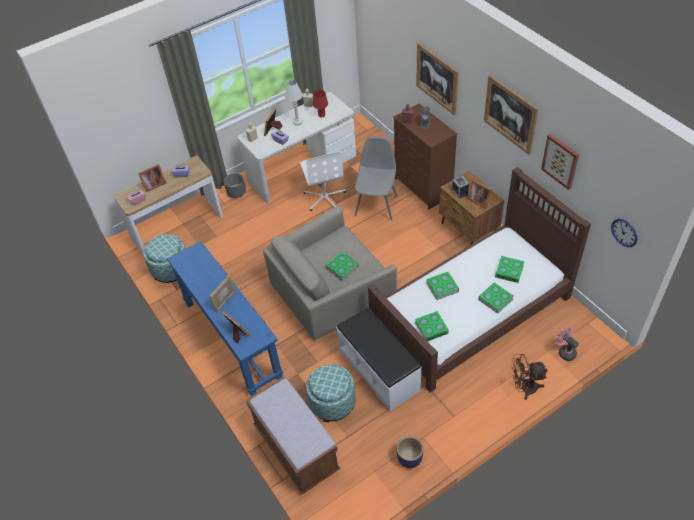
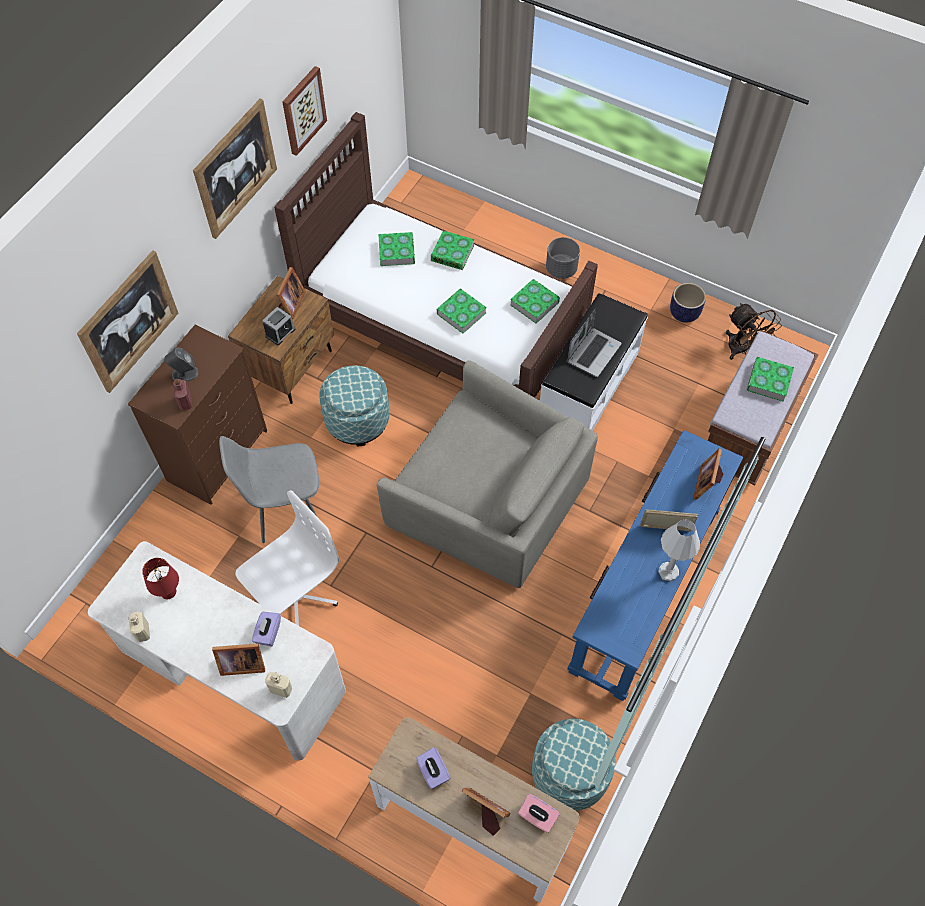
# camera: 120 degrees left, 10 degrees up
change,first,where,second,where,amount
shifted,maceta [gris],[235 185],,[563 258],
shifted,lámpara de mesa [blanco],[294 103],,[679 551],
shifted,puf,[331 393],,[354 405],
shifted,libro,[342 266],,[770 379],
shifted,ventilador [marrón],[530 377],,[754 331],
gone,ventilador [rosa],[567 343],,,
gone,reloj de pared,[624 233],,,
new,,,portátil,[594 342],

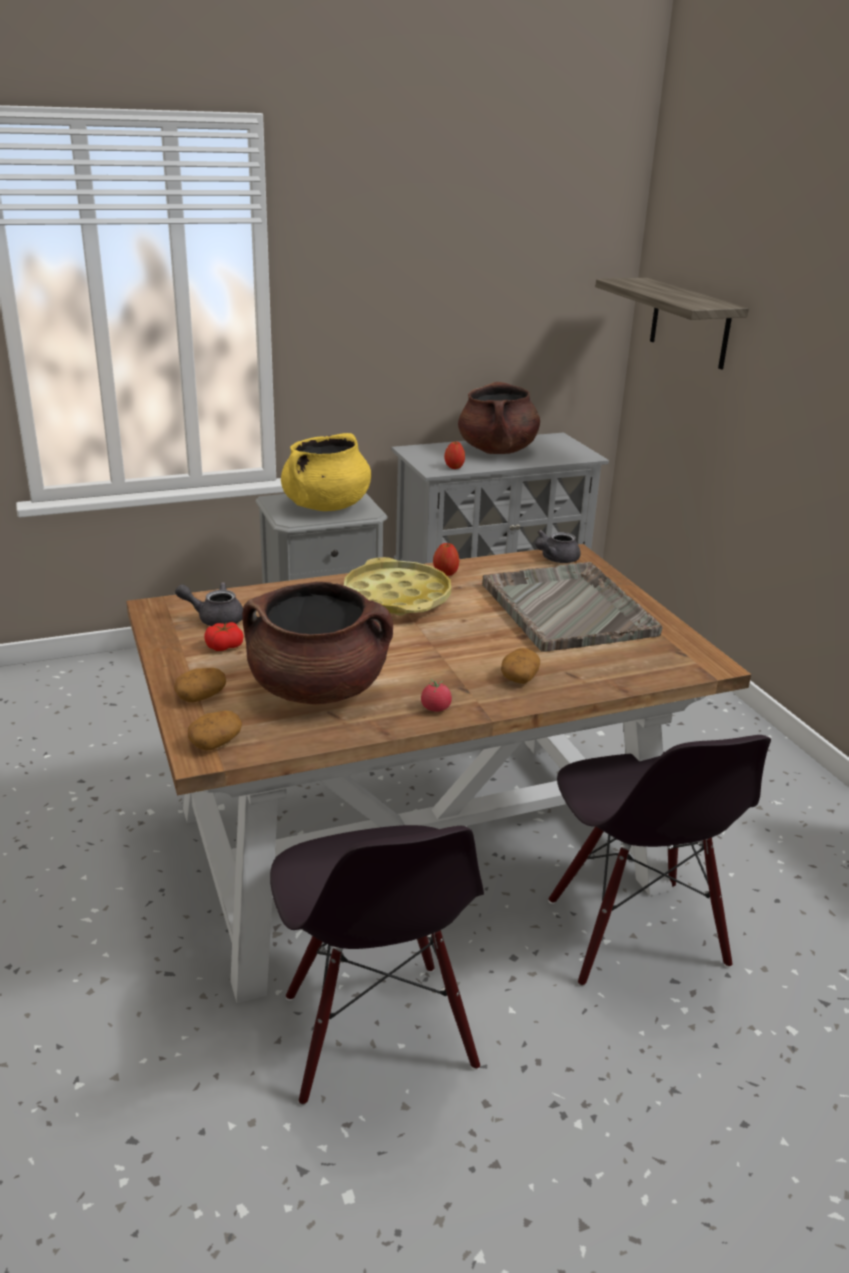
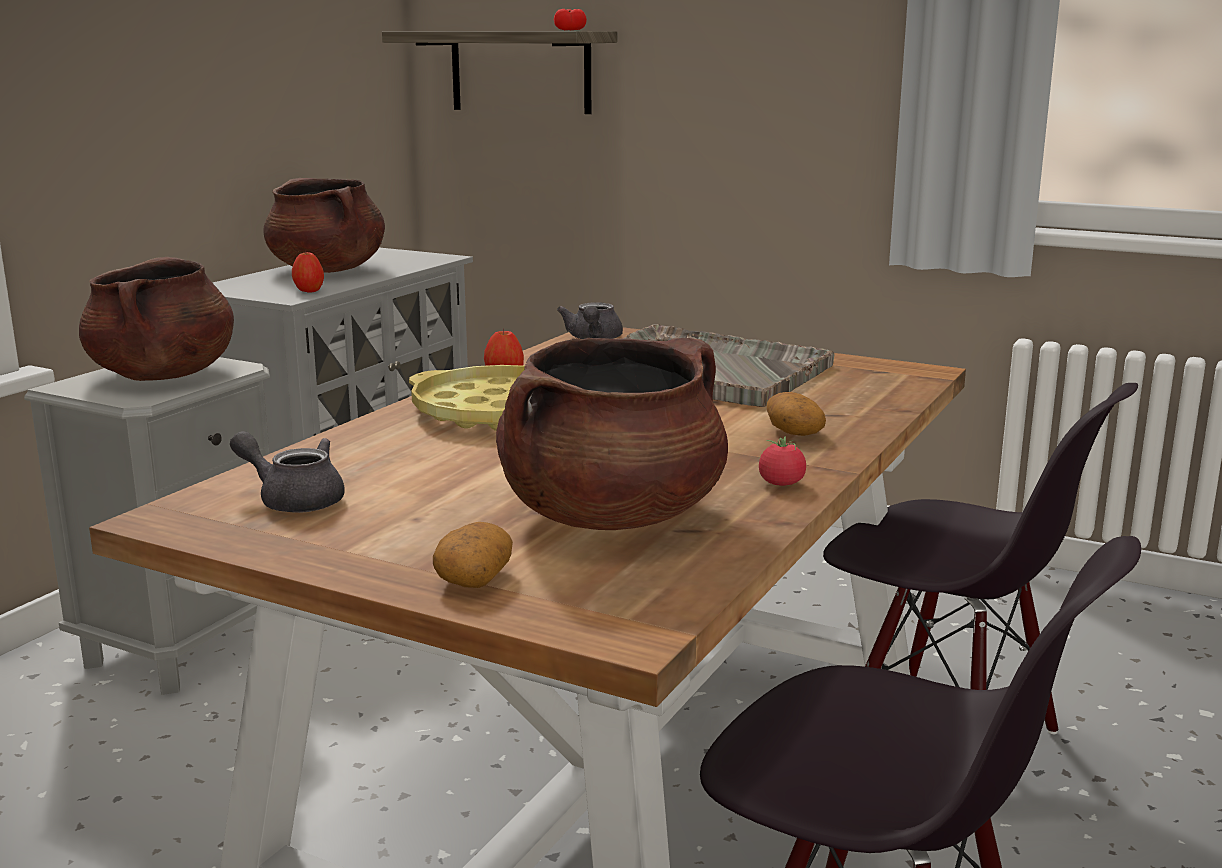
# camera: 40 degrees left, 10 degrees down
change,first,where,second,where,amount
rotated,tetera [gris],[209 604],,[287 472],60 degrees clockwise
gone,patata,[215 730],,,
shifted,tomate,[223 636],,[570 19],
repainted,olla [amarillo],[326 472],olla [marrón],[156 319],

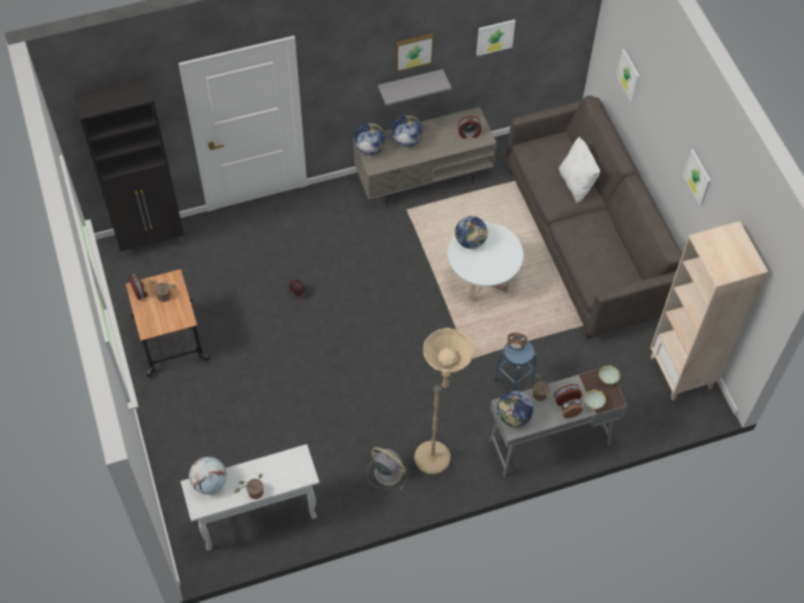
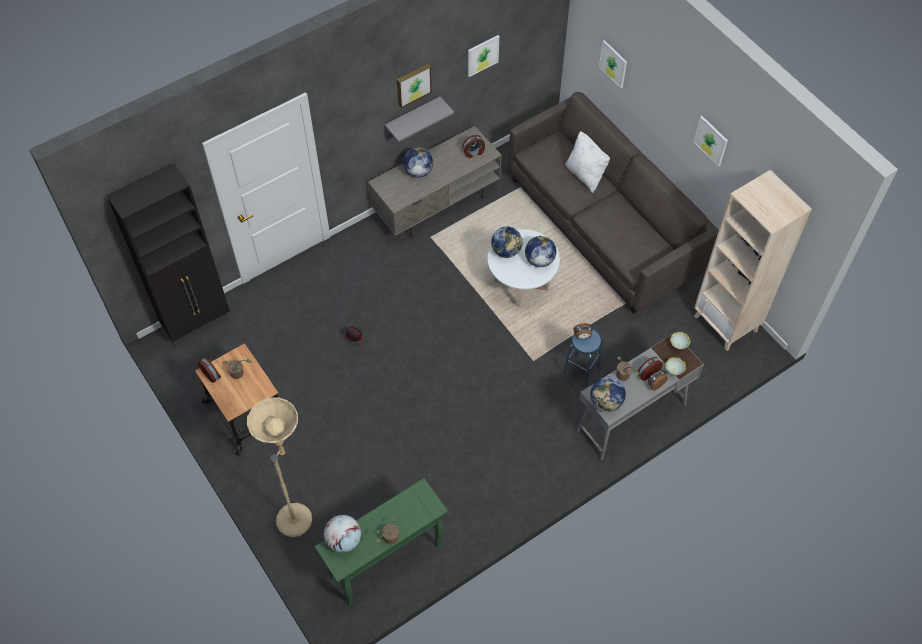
# camera: 15 degrees left, 0 degrees up
change,first,where,second,where,amount
repainted,mesa consola [blanco],[249 497],mesa consola [verde],[381 542],
shifted,globo terráqueo,[370 139],,[540 251],
gone,ventilador [gris],[387 468],,,
shifted,lámpara de pie [beis],[444 401],,[279 467],

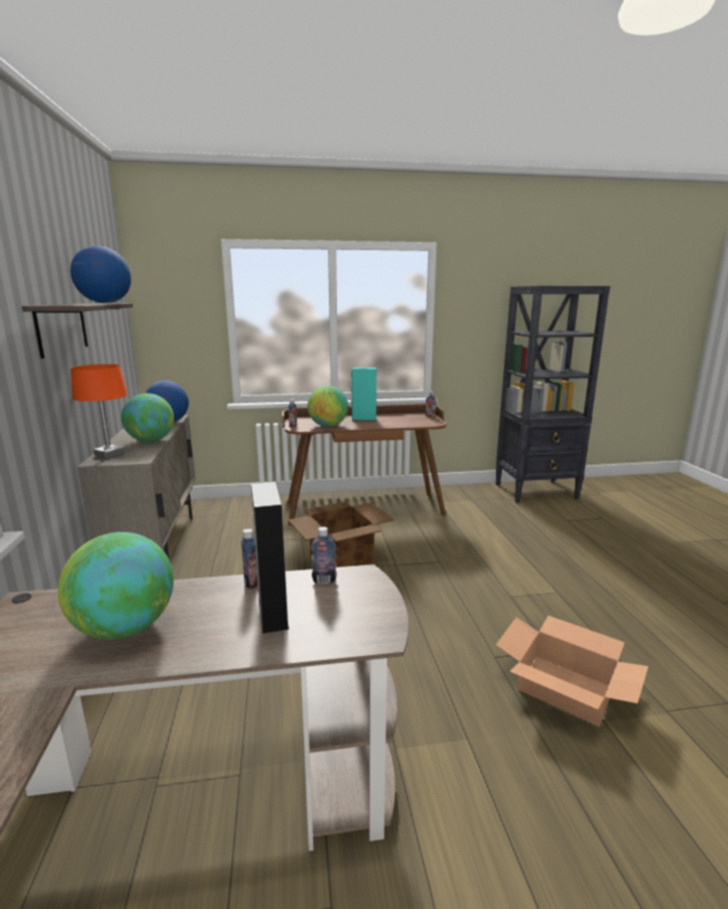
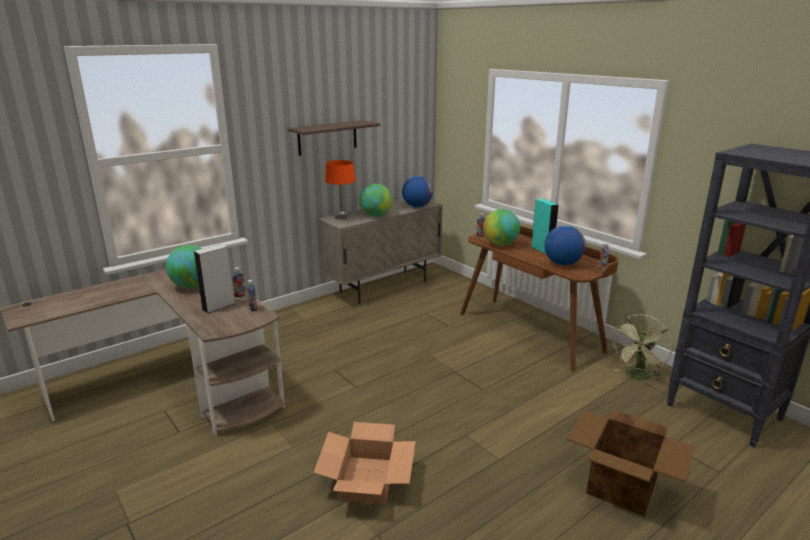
# camera: 60 degrees right, 5 degrees up
change,first,where,second,where,amount
shifted,globo terráqueo,[100 274],,[565 245],
shifted,caja de cartón,[341 534],,[631 463],
new,,,ventilador [verde],[642 348],

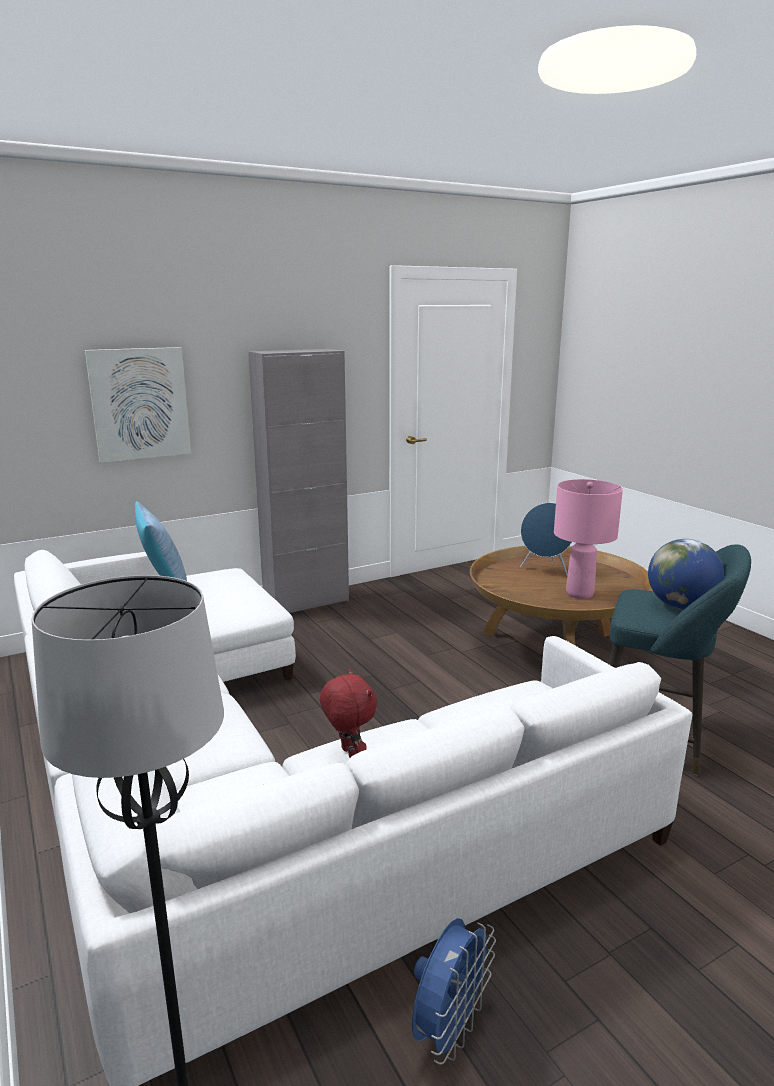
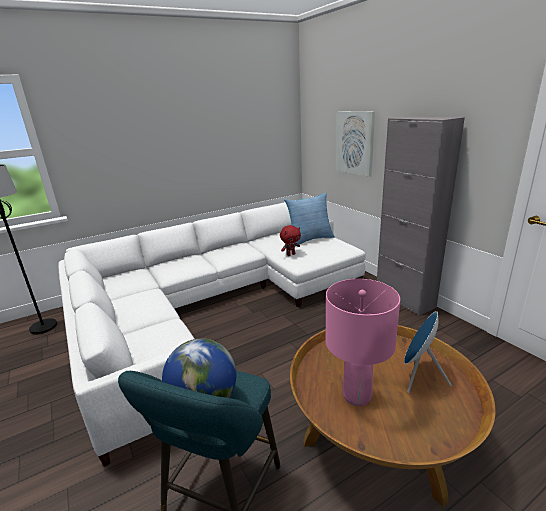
# camera: 90 degrees right, 5 degrees up
change,first,where,second,where,amount
shifted,peluche [rojo],[348 713],,[290 240],
gone,ventilador [azul],[454 991],,,

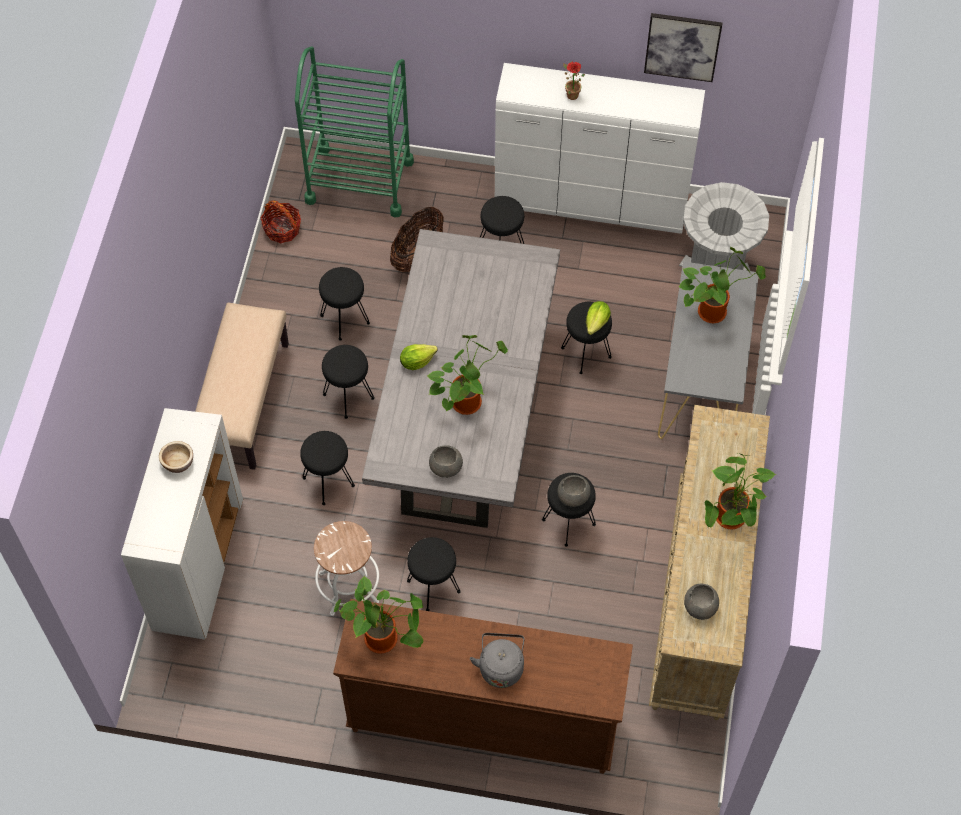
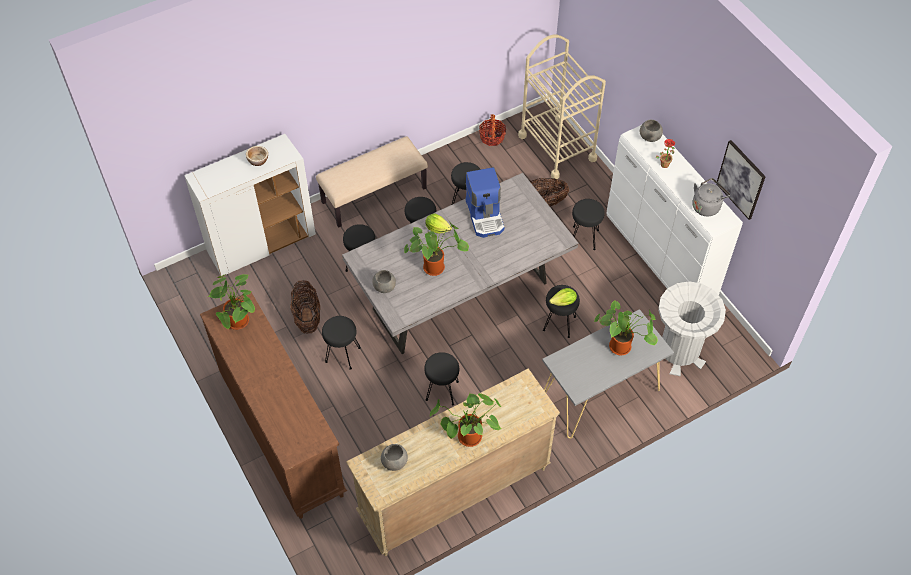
# camera: 50 degrees right, 5 degrees down
change,first,where,second,where,amount
repainted,carrito [verde],[354 132],carrito [beis],[562 107],
swapped,taburete [blanco],[346 568],cesta,[305 306],
shifted,hervidor [gris],[497 660],,[711 197],
shifted,cuenco [gris],[574 491],,[651 131],
new,,,cafetera,[484 202],

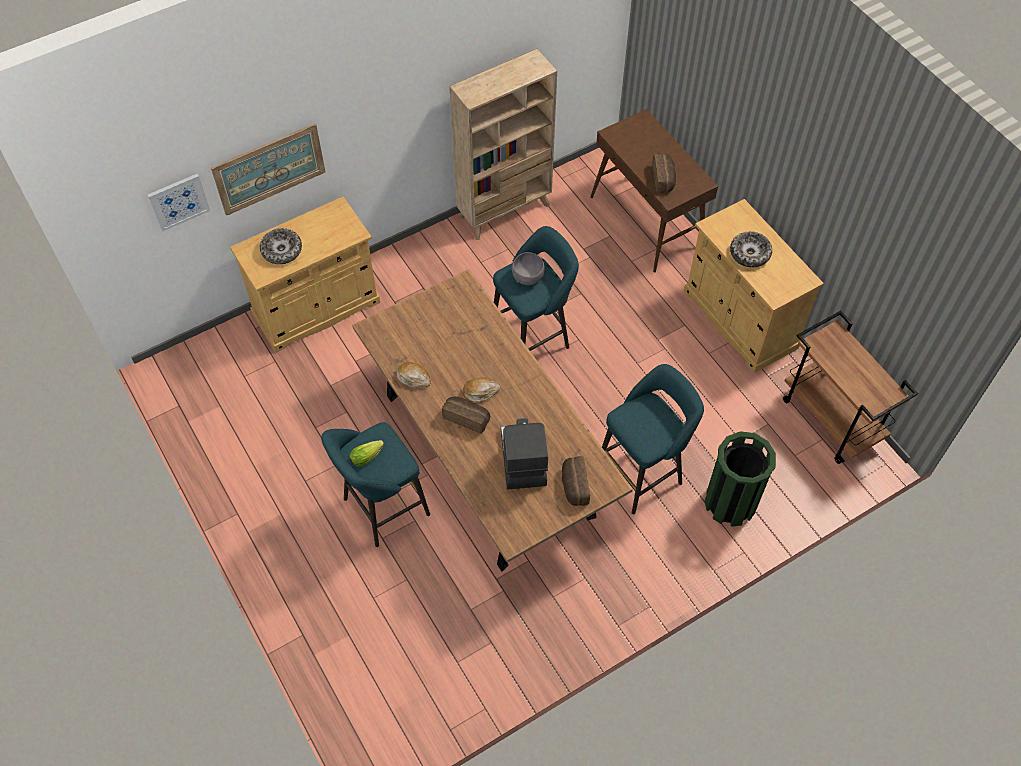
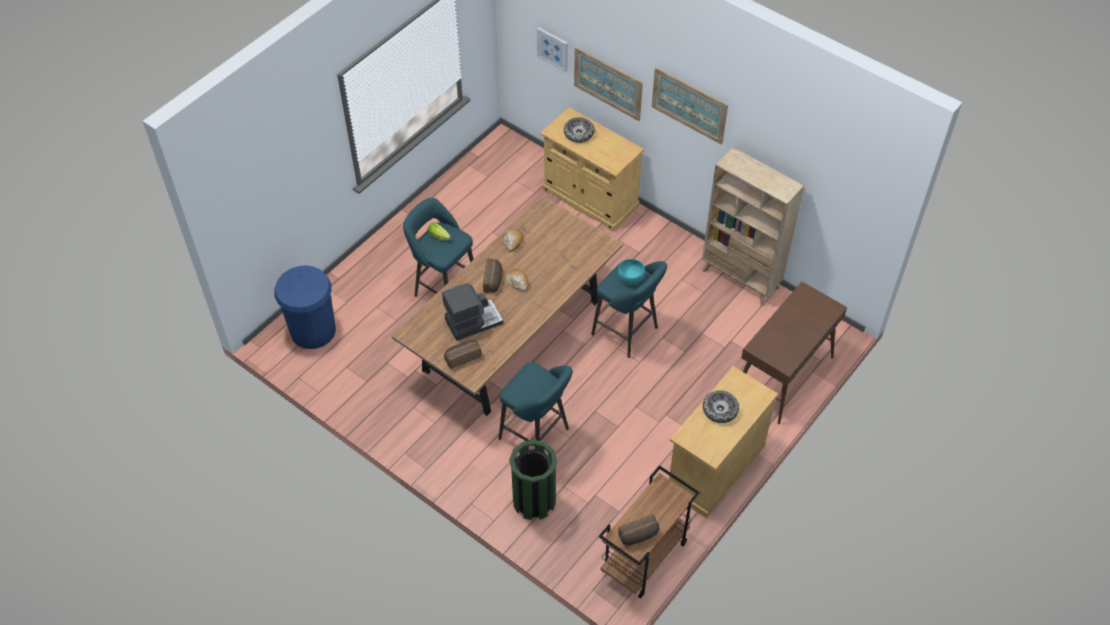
# camera: 70 degrees right, 5 degrees down
change,first,where,second,where,amount
repainted,cuenco [gris],[528 268],cuenco [turquesa],[631 272],
shifted,pan,[664 173],,[638 529],
new,,,papelera [azul],[305 307],
new,,,cuadro,[690 106],

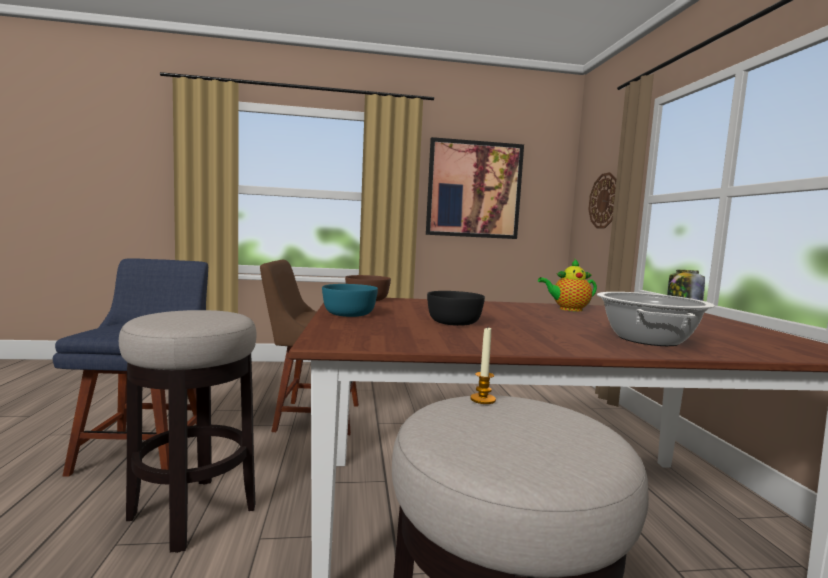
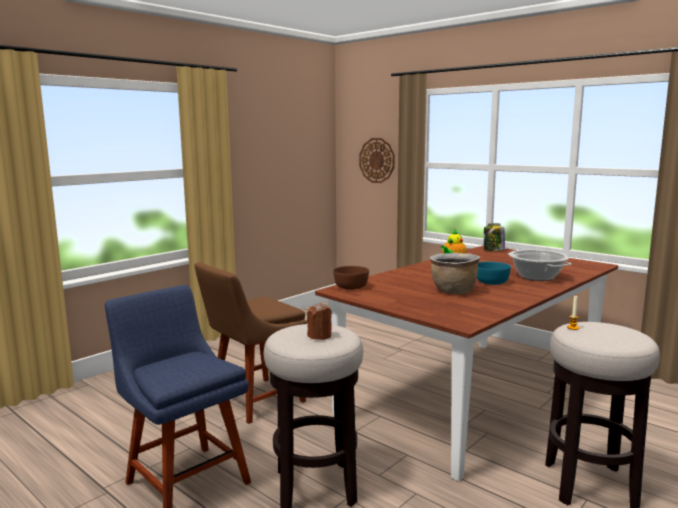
# camera: 40 degrees left, 5 degrees up
change,first,where,second,where,amount
shifted,cuenco [turquesa],[350 300],,[494 273],
gone,cuadro,[475 188],,,
swapped,cuenco [negro],[456 308],olla [marrón],[455 273],
new,,,vela [marrón],[319 321],

